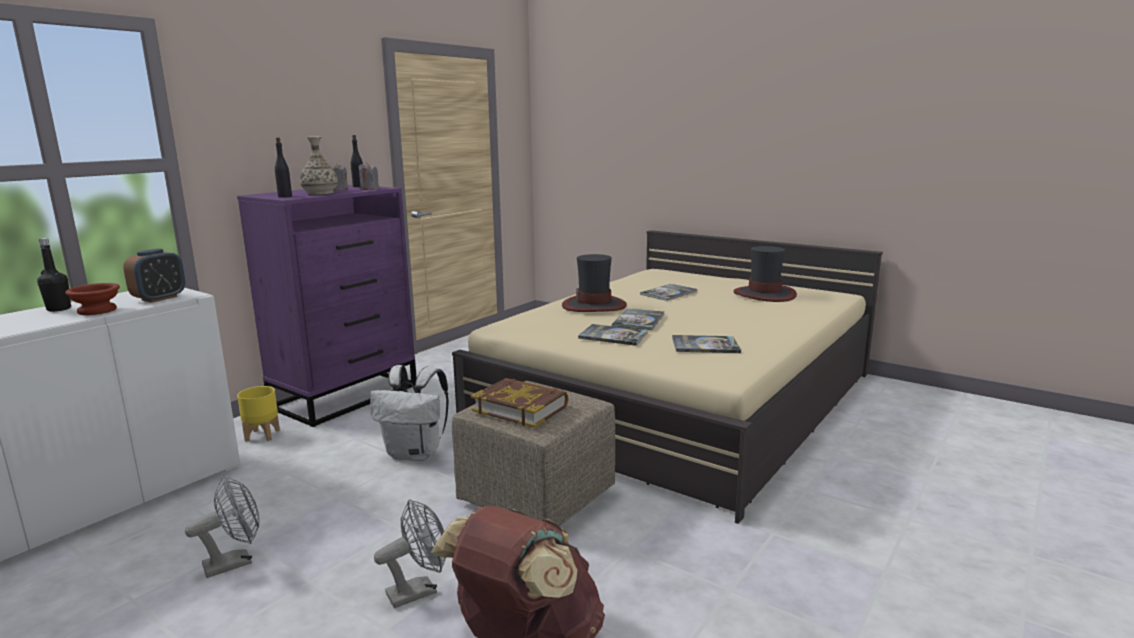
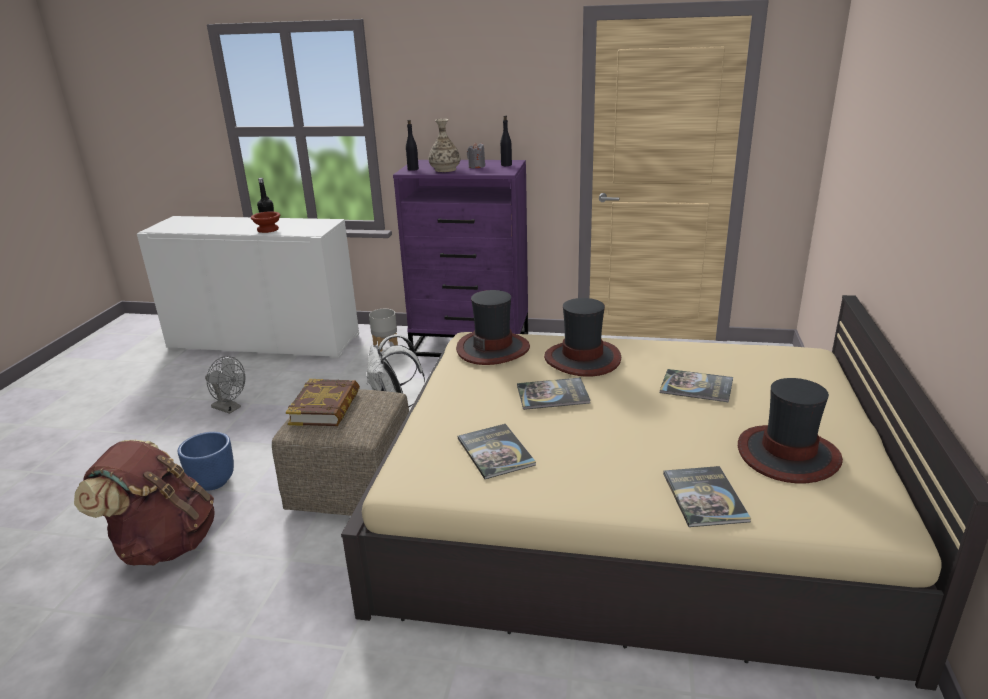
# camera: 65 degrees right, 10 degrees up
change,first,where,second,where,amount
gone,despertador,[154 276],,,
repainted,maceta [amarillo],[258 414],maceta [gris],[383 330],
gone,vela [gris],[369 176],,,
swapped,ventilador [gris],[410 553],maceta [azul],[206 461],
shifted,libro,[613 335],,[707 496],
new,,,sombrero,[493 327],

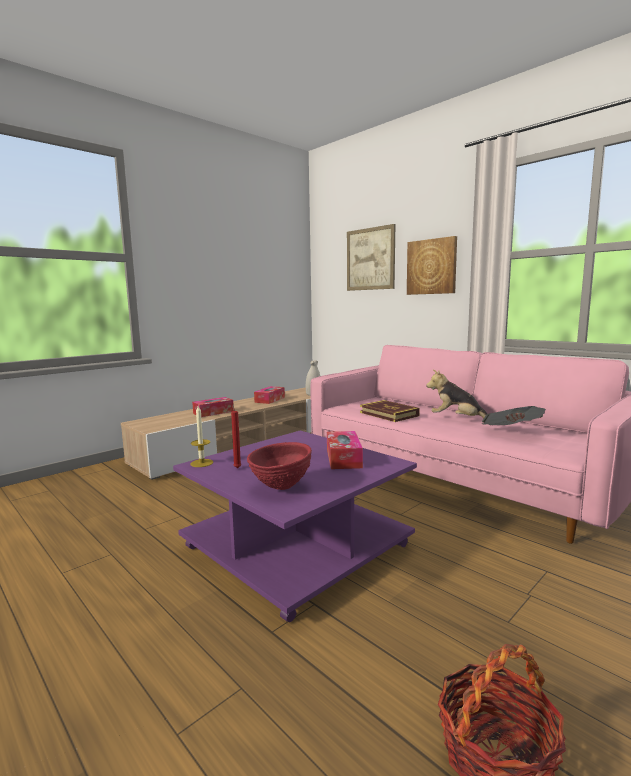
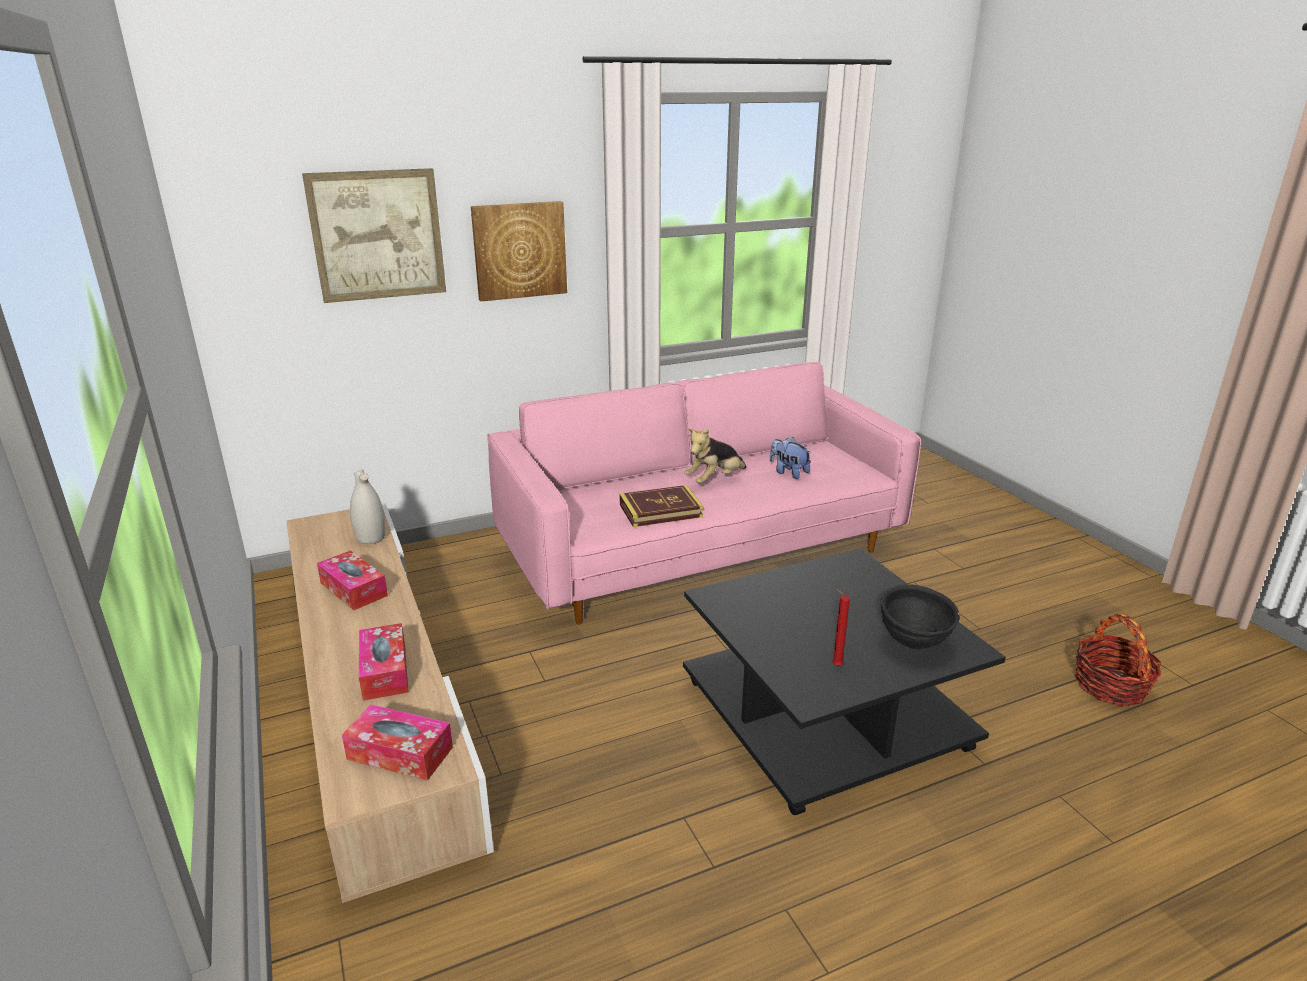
# camera: 70 degrees left, 15 degrees up
change,first,where,second,where,amount
repainted,mesa de centro [morado],[295 526],mesa de centro [negro],[844 681],
gone,vela,[202 436],,,
repainted,cuenco [rojo],[279 466],cuenco [negro],[920 616],
shifted,caja de pañuelos,[345 450],,[397 742],
swapped,periódico,[514 415],peluche,[790 458],

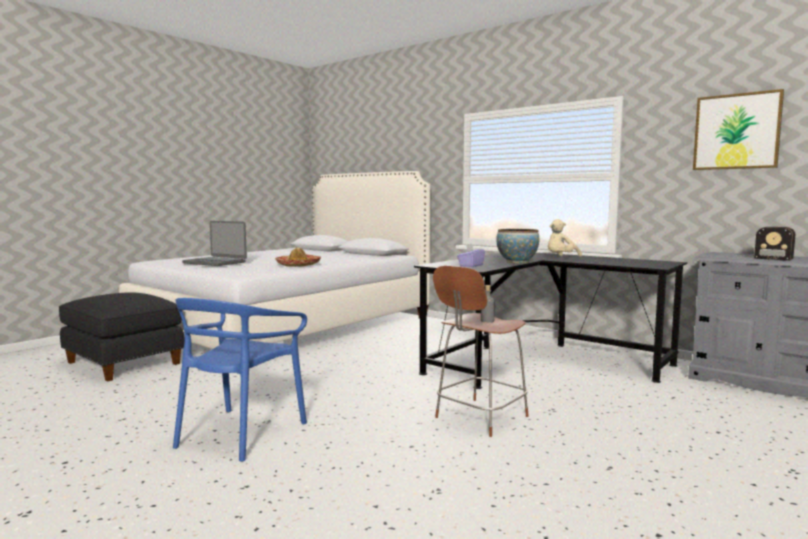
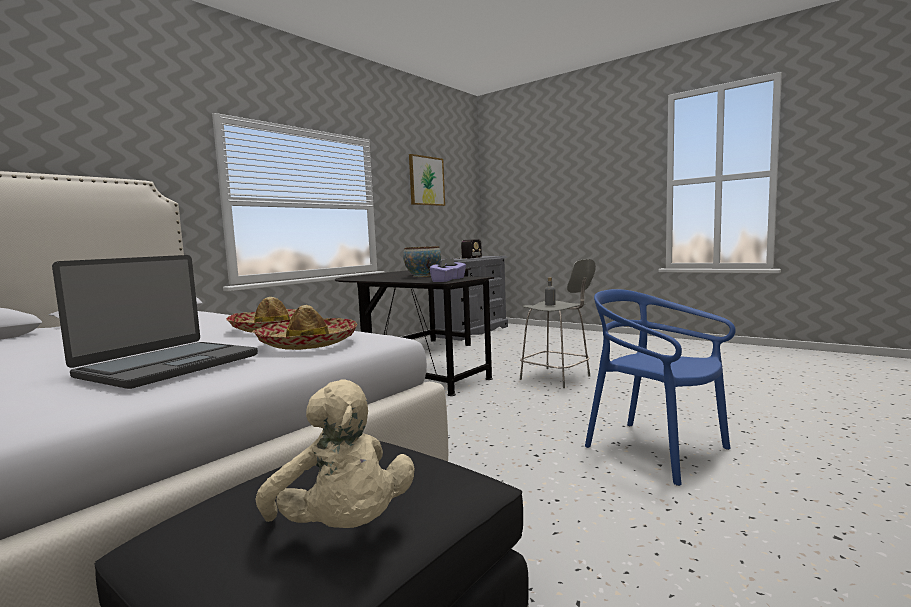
# camera: 90 degrees left, 0 degrees up
change,first,where,second,where,amount
rotated,silla [azul],[240 380],,[660 387],150 degrees counterclockwise
repainted,taburete [marrón],[481 351],taburete [gris],[558 323],
shifted,peluche [beis],[565 238],,[335 453],
new,,,sombrero,[305 327],
new,,,caja de pañuelos [morado],[442 270],

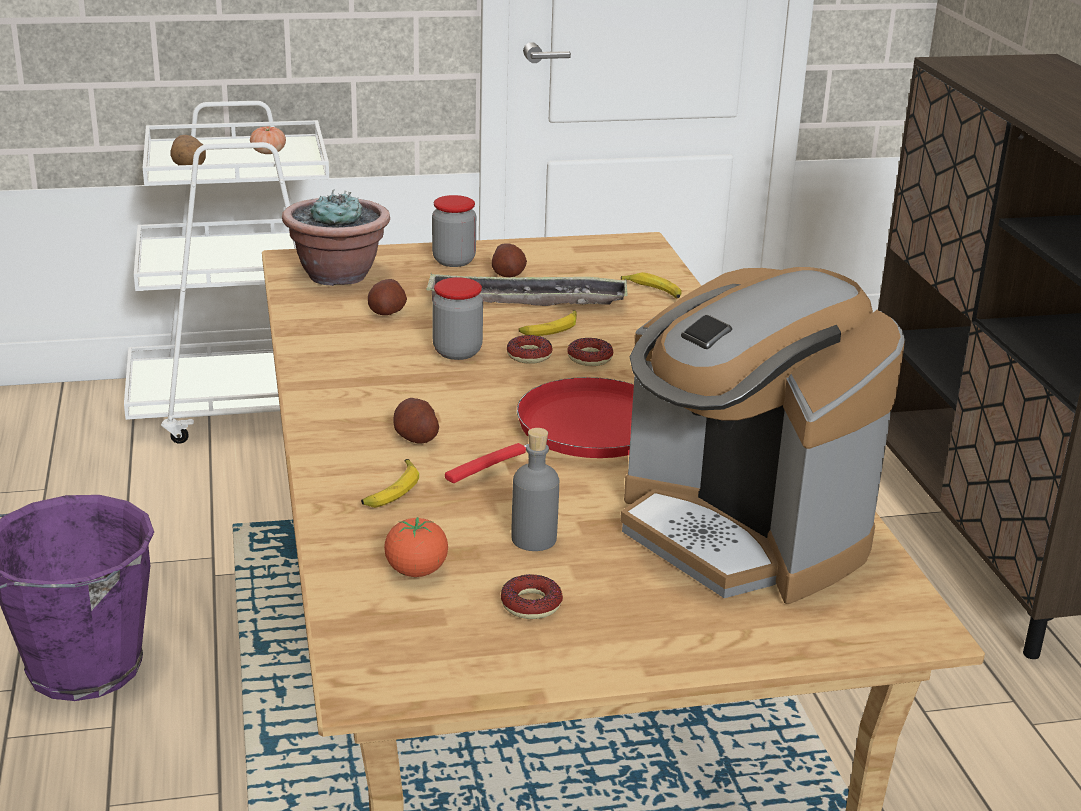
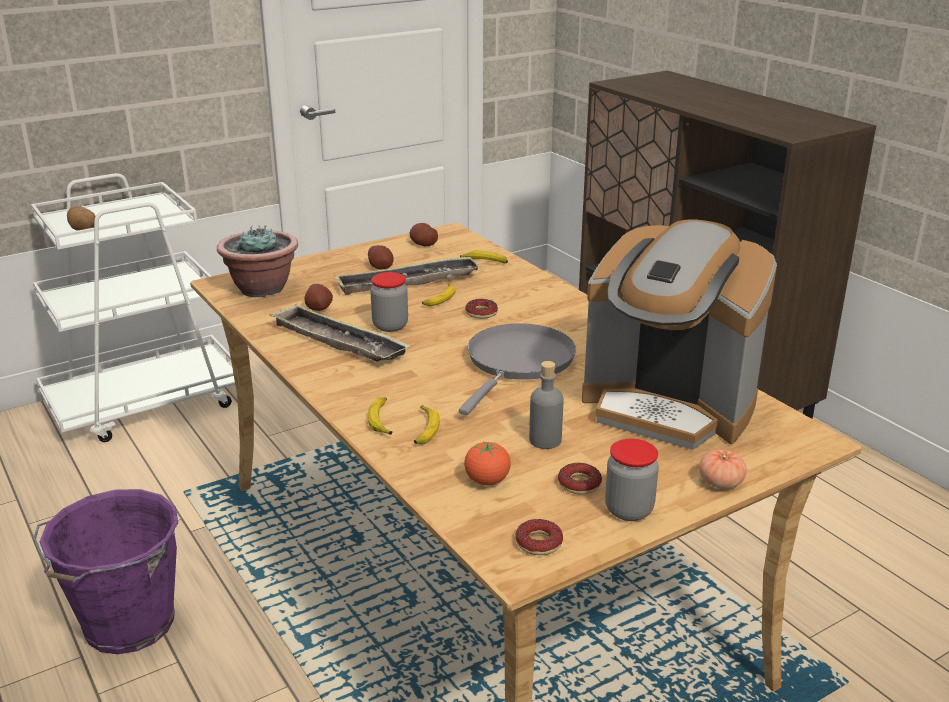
# camera: 20 degrees left, 0 degrees up
change,first,where,second,where,amount
shifted,tomate,[268 140],,[723 469],
shifted,patata,[416 421],,[424 234],
shifted,tarro,[454 231],,[632 480],
repainted,sartén [rojo],[539 430],sartén [gris],[517 369],
shifted,rosquilla,[529 349],,[539 537],
new,,,bandeja,[340 332],
new,,,plátano,[380 416],

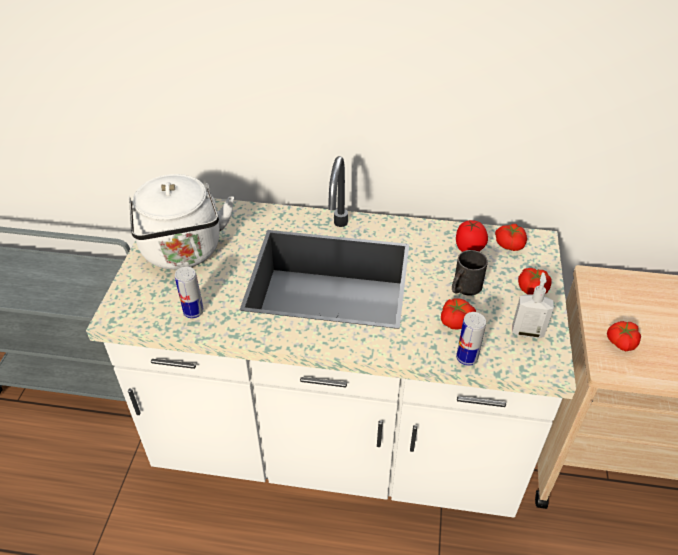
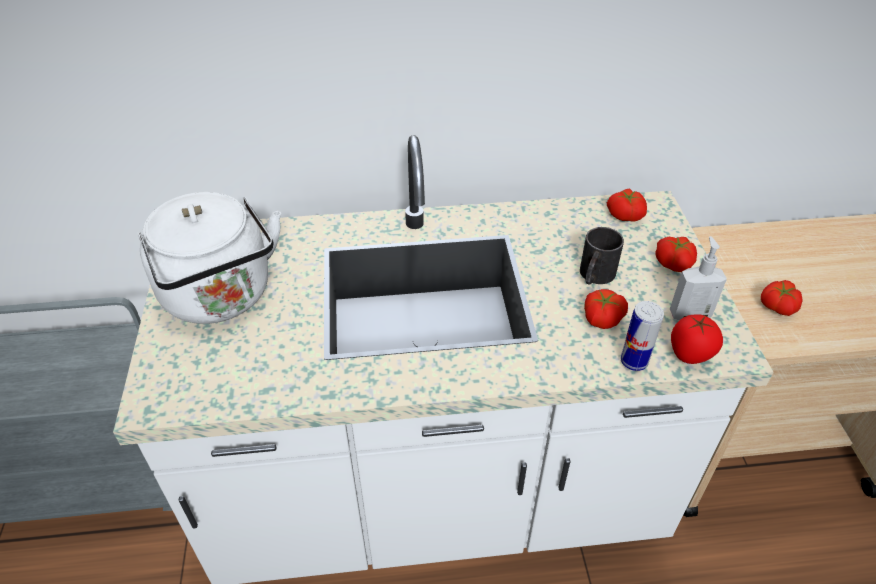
# camera: 15 degrees left, 0 degrees up
change,first,where,second,where,amount
gone,lata,[189 292],,,
shifted,tomate,[472 236],,[697 339],

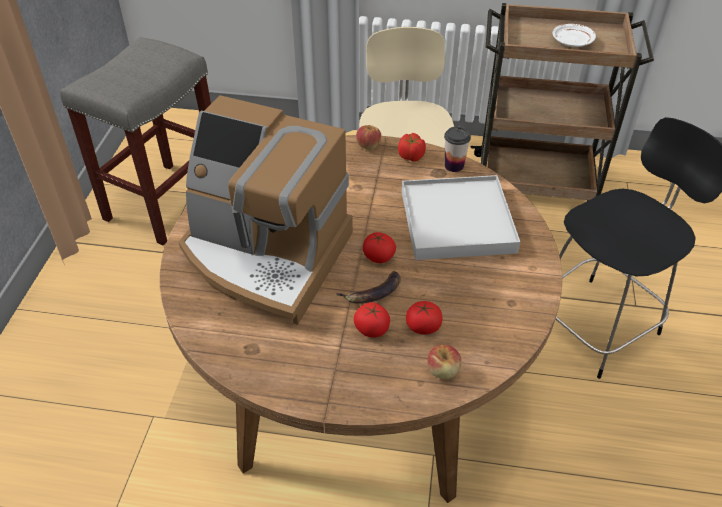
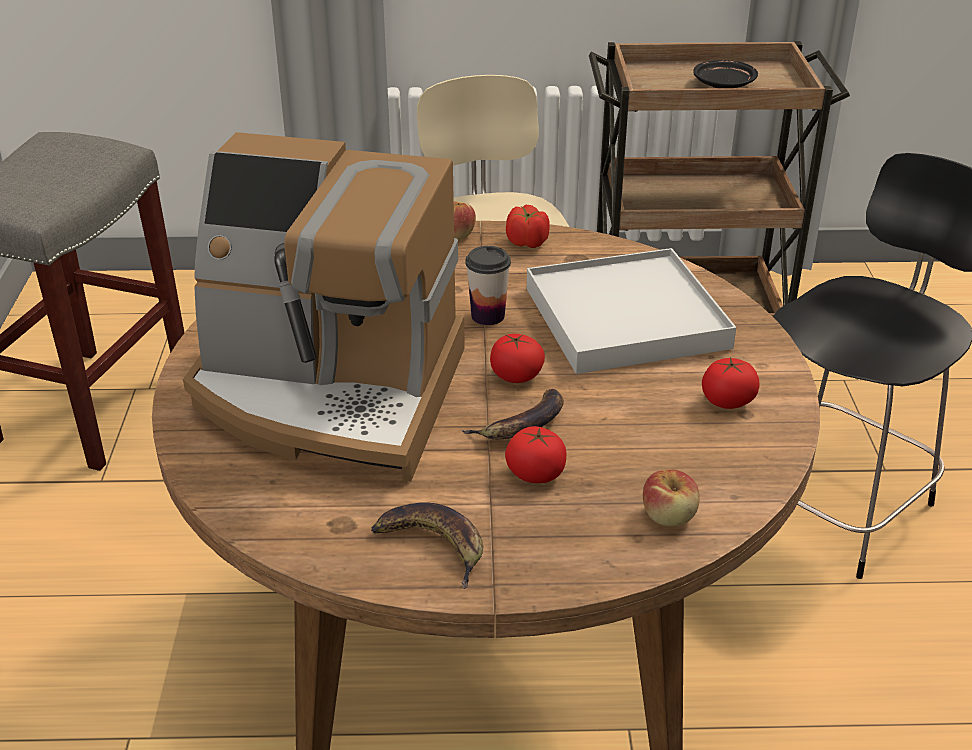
# camera: 10 degrees left, 10 degrees down
change,first,where,second,where,amount
shifted,tomate,[424 317],,[731 383],
shifted,taza,[457 149],,[488 285],
repainted,plato [blanco],[574 35],plato [negro],[725 74],
new,,,plátano,[427 546],

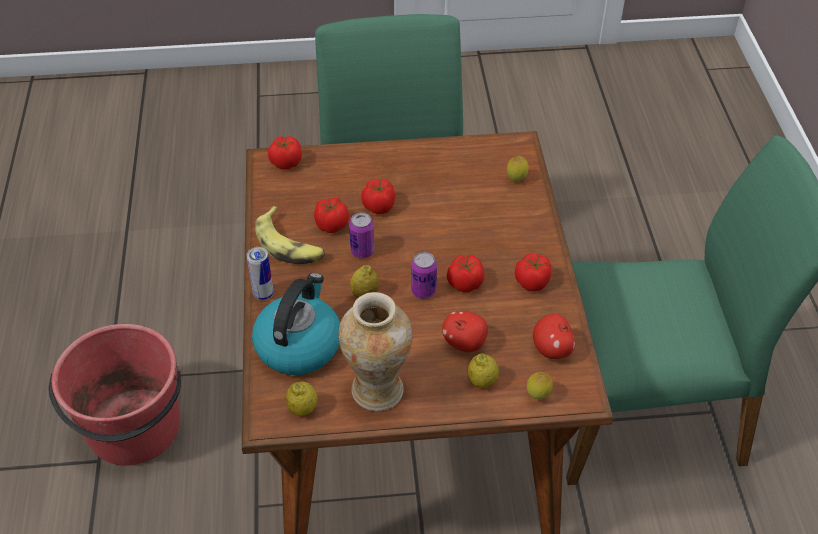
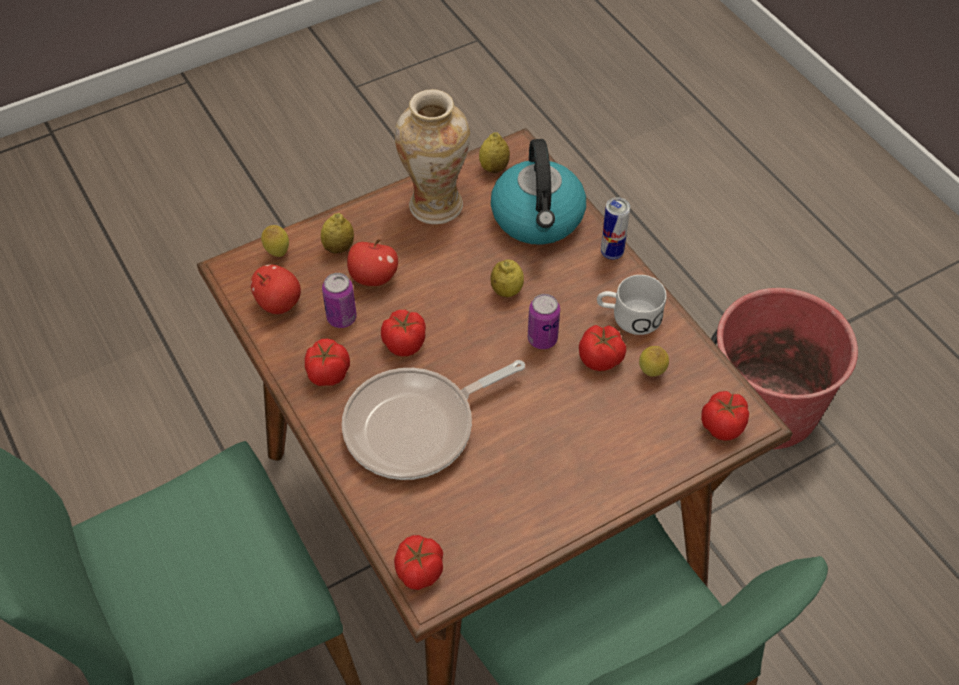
# camera: 155 degrees right, 5 degrees up
change,first,where,second,where,amount
swapped,plátano,[290 235],taza grande [blanco],[632 305],
shifted,tomate,[378 196],,[418 562],
shifted,lata,[424 275],,[339 300],
shifted,limón,[518 168],,[654 361],
new,,,sartén,[433 420],

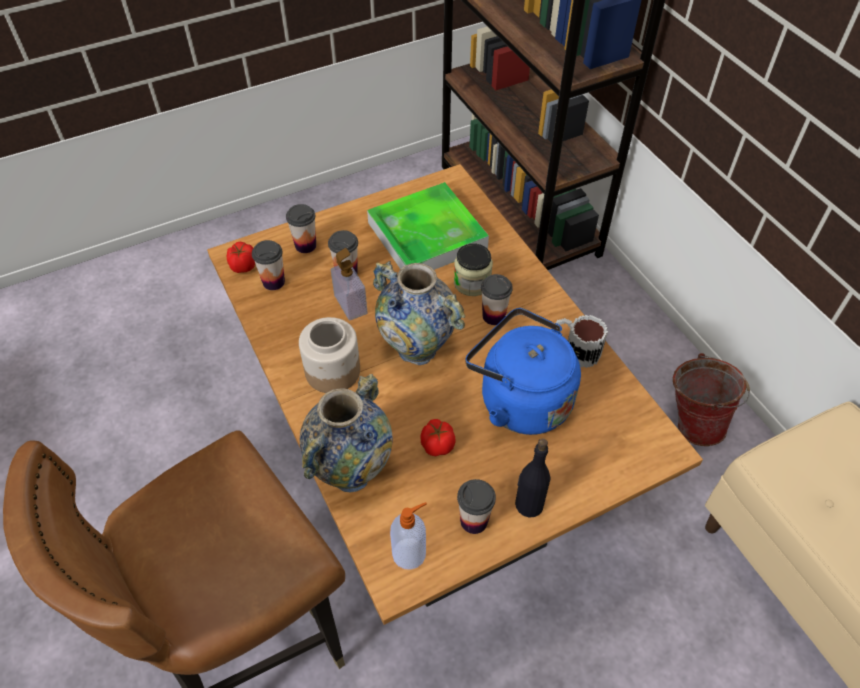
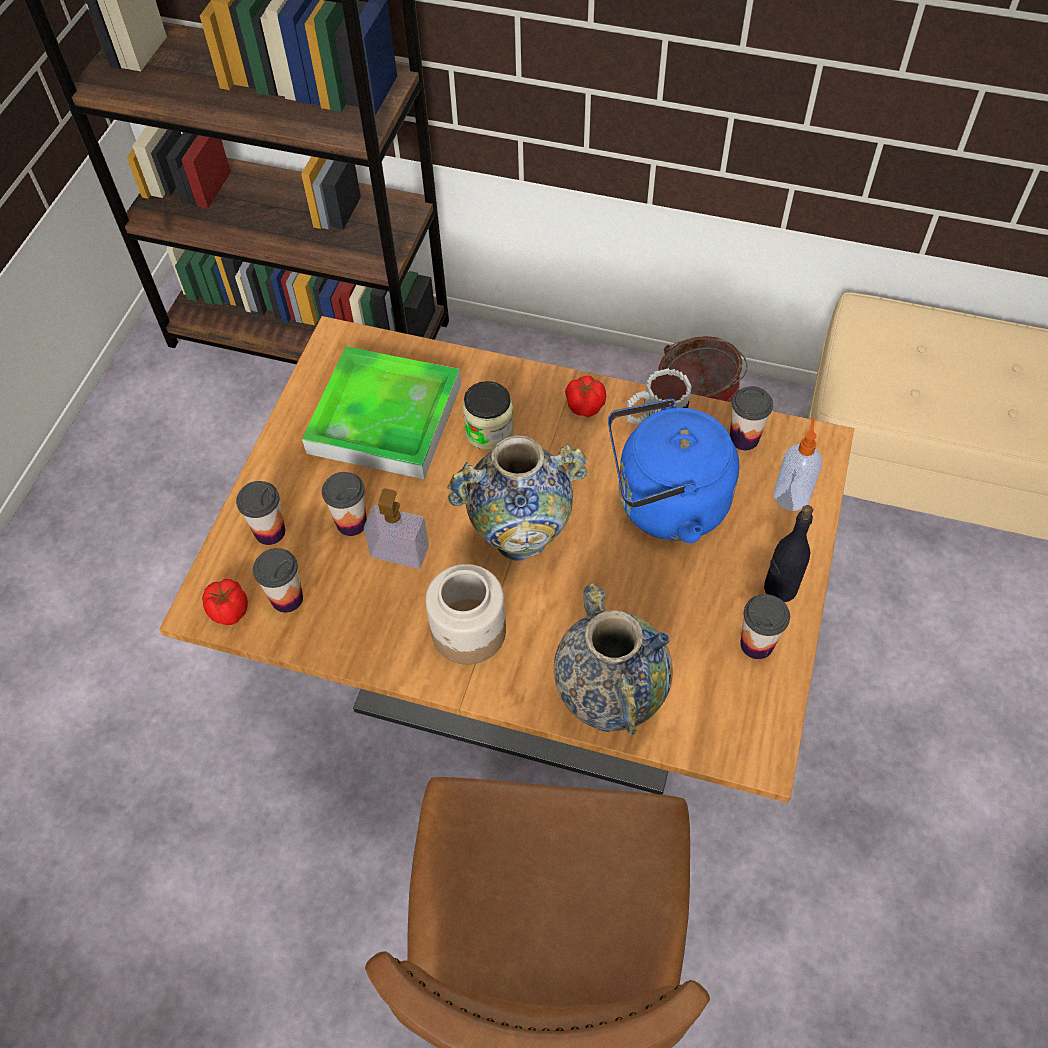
# camera: 45 degrees left, 5 degrees up
change,first,where,second,where,amount
shifted,dispensador de jabón,[408 536],,[798 464],
shifted,tomate,[438 437],,[585 396],
shifted,taza,[497 299],,[751 418],

